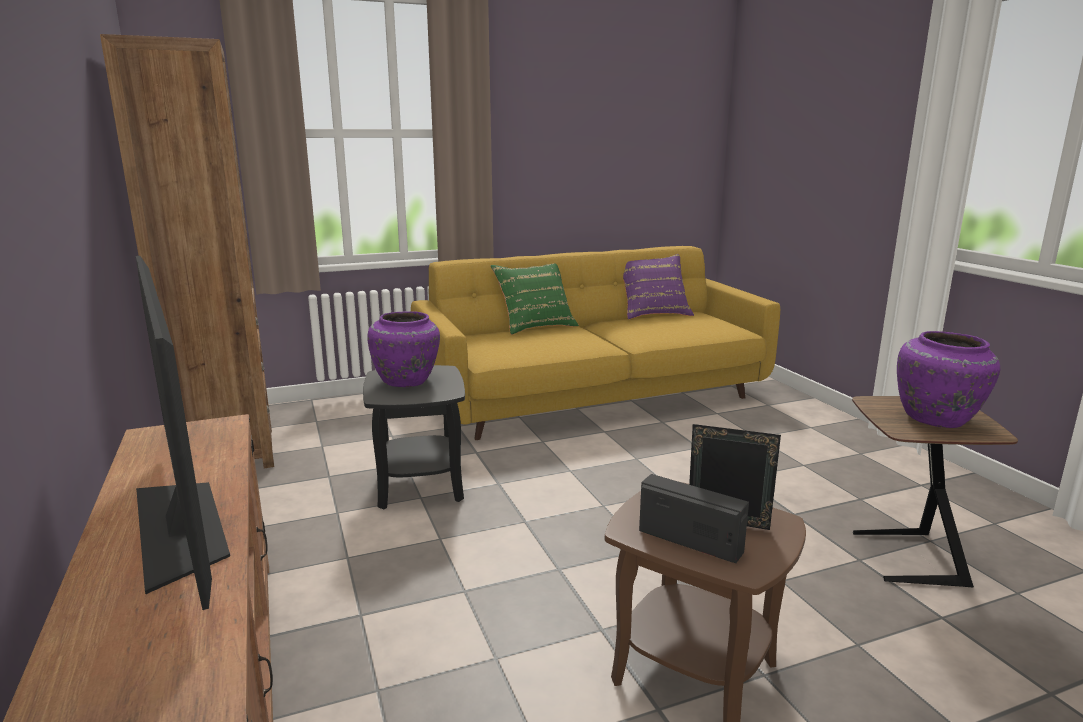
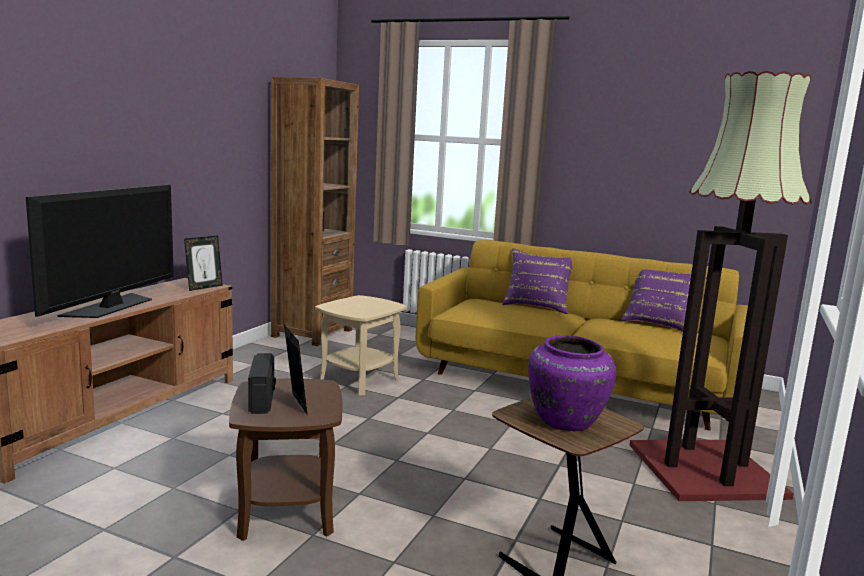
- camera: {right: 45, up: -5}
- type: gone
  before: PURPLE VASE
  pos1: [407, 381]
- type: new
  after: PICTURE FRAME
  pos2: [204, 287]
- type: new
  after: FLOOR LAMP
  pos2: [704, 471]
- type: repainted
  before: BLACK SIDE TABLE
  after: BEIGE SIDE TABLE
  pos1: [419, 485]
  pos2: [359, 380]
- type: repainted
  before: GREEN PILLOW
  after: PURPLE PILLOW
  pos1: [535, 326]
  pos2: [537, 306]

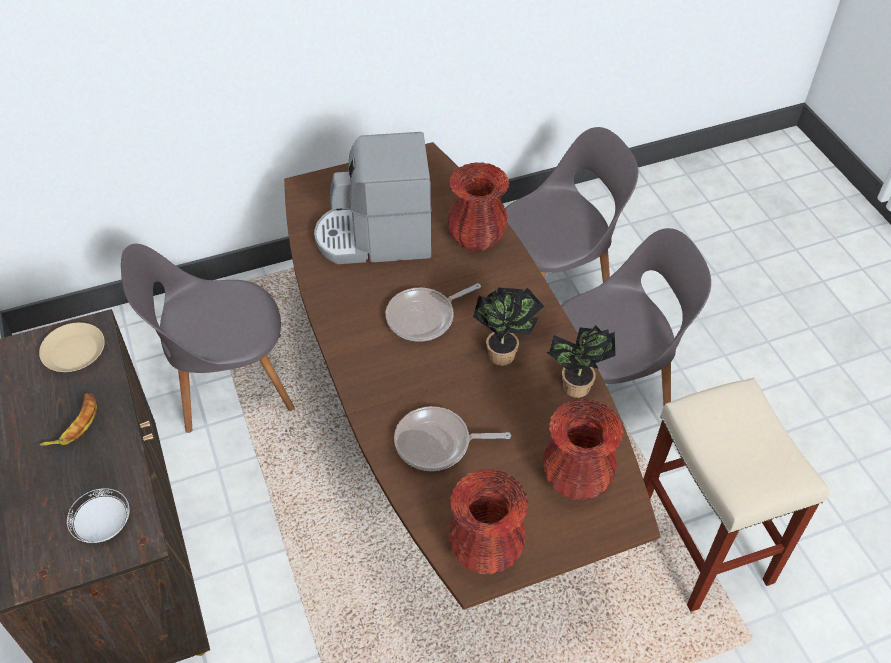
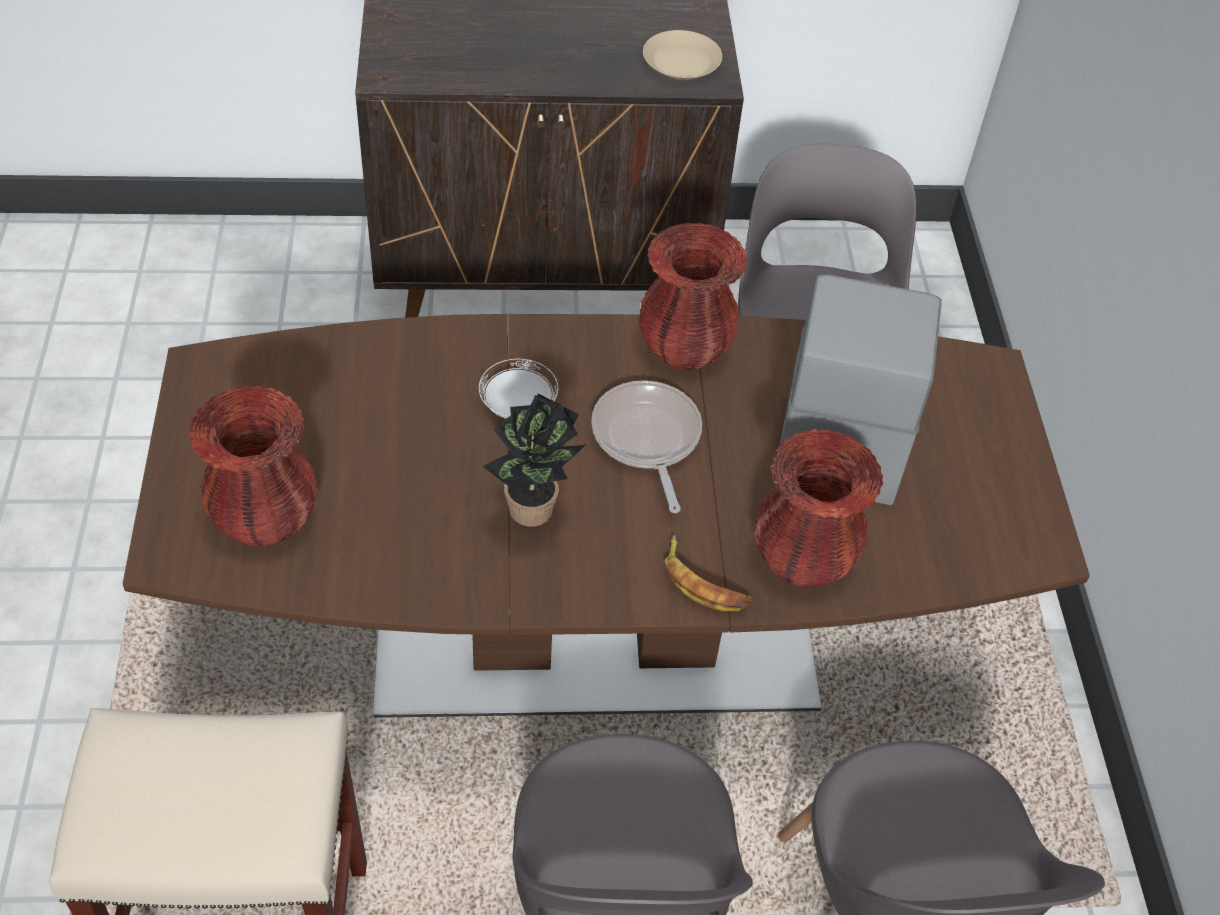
- camera: {right: 105, up: 0}
- type: gone
  before: FRYING PAN
  pos1: [437, 443]
- type: gone
  before: POTTED PLANT
  pos1: [574, 389]
- type: shifted
  before: BANANA
  pos1: [74, 423]
  pos2: [703, 583]
- type: shifted
  before: WHITE PLATE
  pos1: [103, 525]
  pos2: [518, 404]
- type: shifted
  before: RED VASE
  pos1: [485, 551]
  pos2: [684, 348]

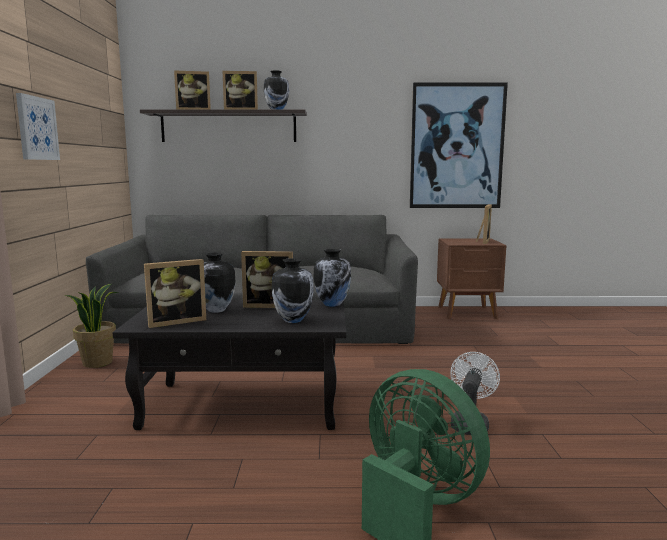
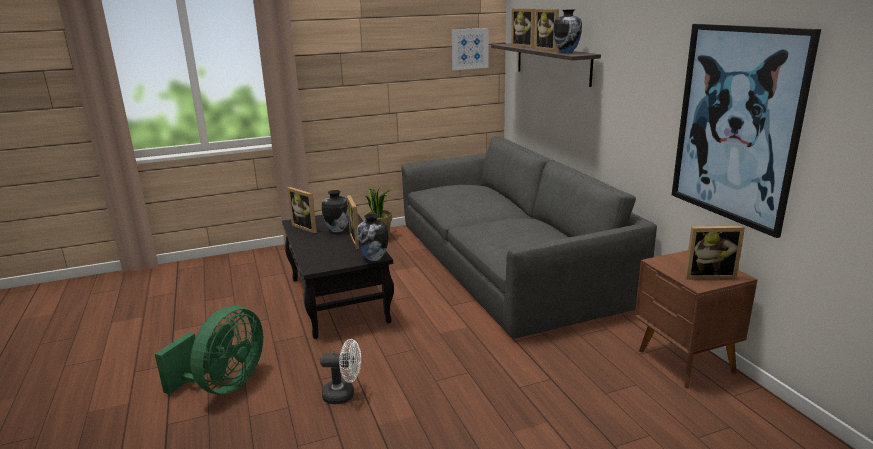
- camera: {right: 70, up: 10}
- type: gone
  before: VASE
  pos1: [293, 320]
- type: shifted
  before: PICTURE
  pos1: [37, 128]
  pos2: [469, 48]

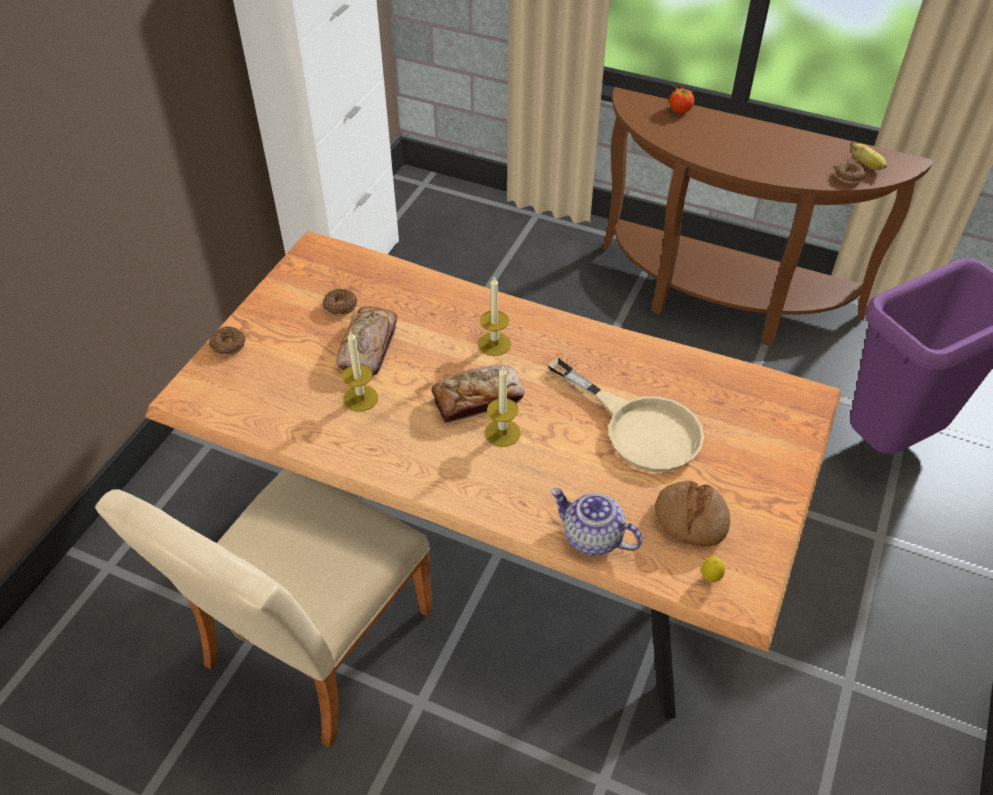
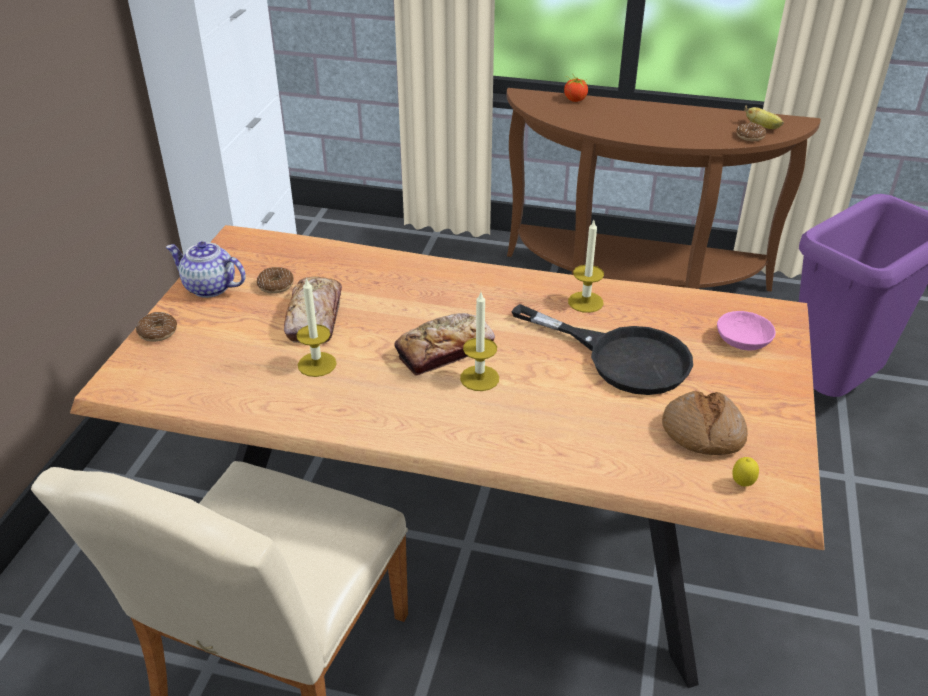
- camera: {right: -10, up: -10}
- type: new
  after: PINK BOWL
  pos2: [742, 342]
- type: shifted
  before: CANDLE
  pos1: [494, 344]
  pos2: [585, 302]
- type: shifted
  before: TEAPOT
  pos1: [591, 537]
  pos2: [209, 287]
- type: repainted
  before: BEIGE FRYING PAN
  after: BLACK FRYING PAN
  pos1: [639, 427]
  pos2: [622, 357]

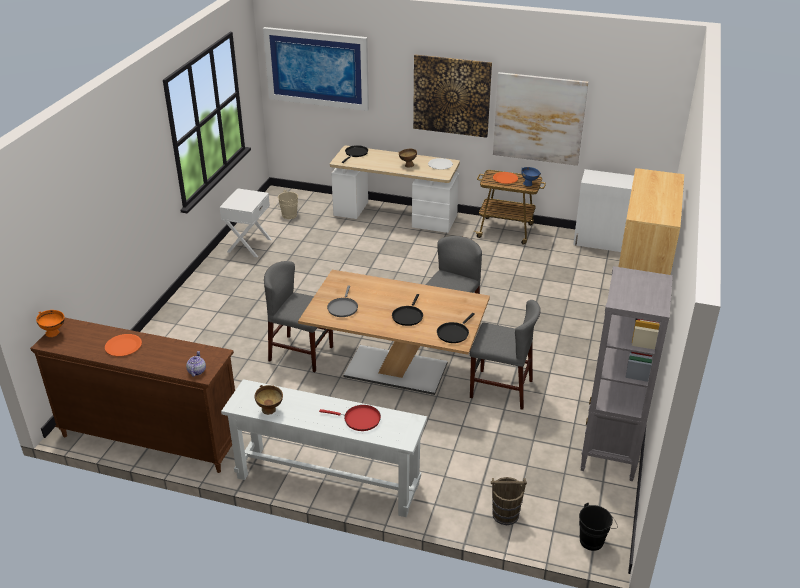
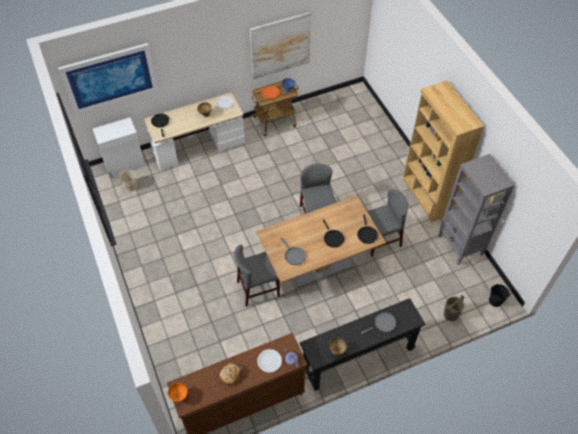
- camera: {right: -40, up: 20}
- type: gone
  before: WHITE NIGHTSTAND
  pos1: [248, 245]
- type: gone
  before: PICTURE
  pos1: [451, 95]
- type: new
  after: WHITE PLATE
  pos2: [269, 361]
- type: shifted
  before: WHITE CABINET
  pos1: [600, 242]
  pos2: [125, 165]
- type: swapped
  before: ORANGE PLATE
  after: BREAD
  pos1: [123, 346]
  pos2: [230, 375]
- type: repainted
  before: WHITE CONSOLE TABLE
  after: BLACK CONSOLE TABLE
  pos1: [328, 480]
  pos2: [358, 357]
- type: repainted
  before: RED FRYING PAN
  after: GREY FRYING PAN
  pos1: [359, 419]
  pos2: [383, 323]

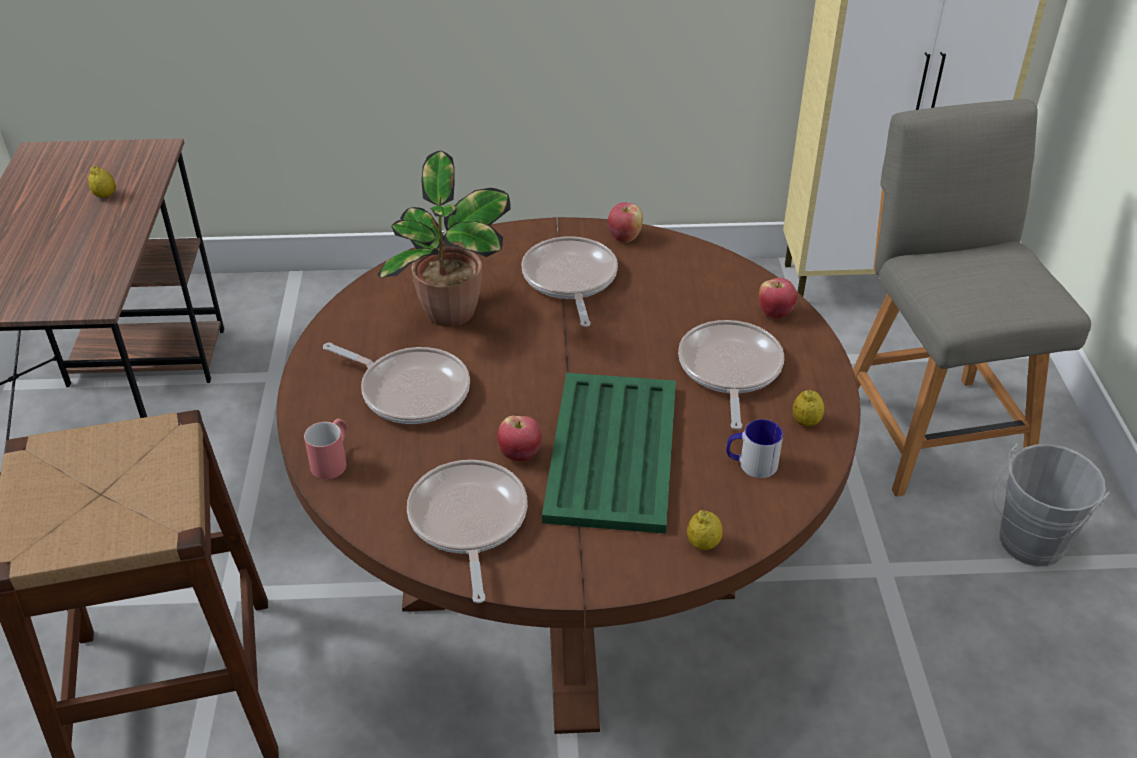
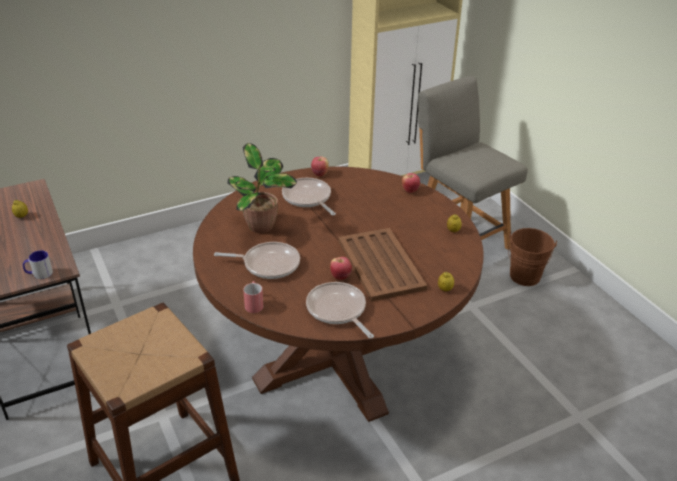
- camera: {right: -25, up: -5}
- type: gone
  before: FRYING PAN
  pos1: [729, 370]
- type: shifted
  before: MUG
  pos1: [751, 464]
  pos2: [39, 274]
- type: repainted
  before: GREEN TRAY
  after: BROWN TRAY
  pos1: [613, 450]
  pos2: [380, 263]
- type: repainted
  before: GREY BUCKET
  after: BROWN BUCKET
  pos1: [1028, 546]
  pos2: [524, 278]

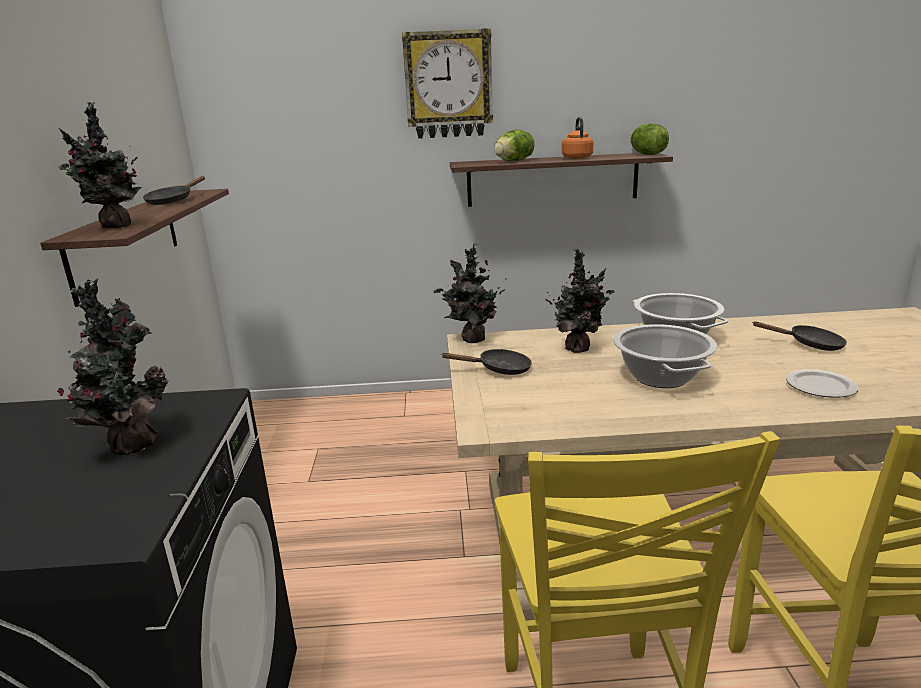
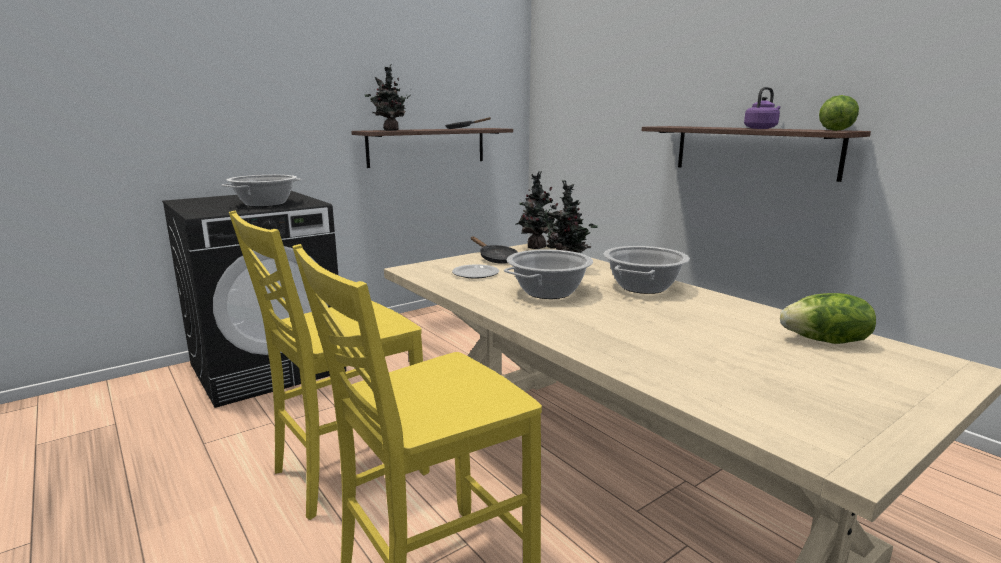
- camera: {right: 55, up: -5}
- type: gone
  before: WALL CLOCK
  pos1: [448, 85]
- type: gone
  before: BLACK FRYING PAN
  pos1: [809, 344]
- type: shifted
  before: LETTUCE
  pos1: [514, 161]
  pos2: [826, 341]
- type: shifted
  before: PLATE
  pos1: [821, 386]
  pos2: [476, 274]
- type: swapped
  before: POTTED PLANT
  after: COOKING POT
  pos1: [131, 444]
  pos2: [265, 204]
- type: repainted
  before: ORANGE KETTLE
  after: PURPLE KETTLE
  pos1: [576, 158]
  pos2: [761, 128]

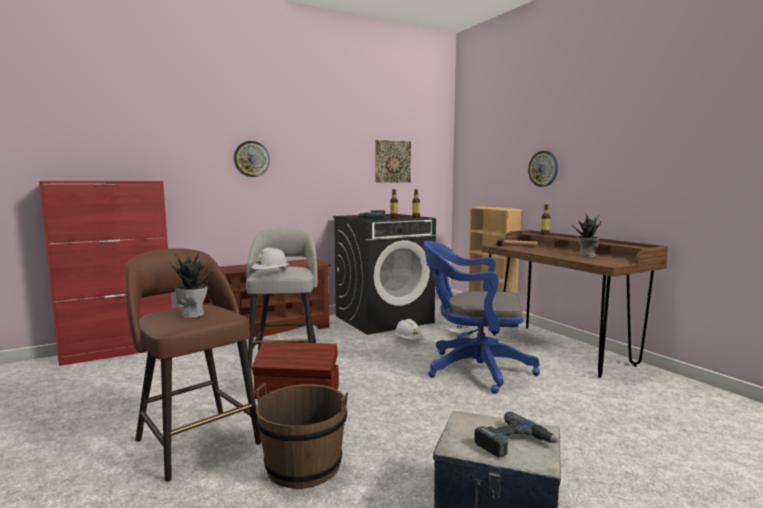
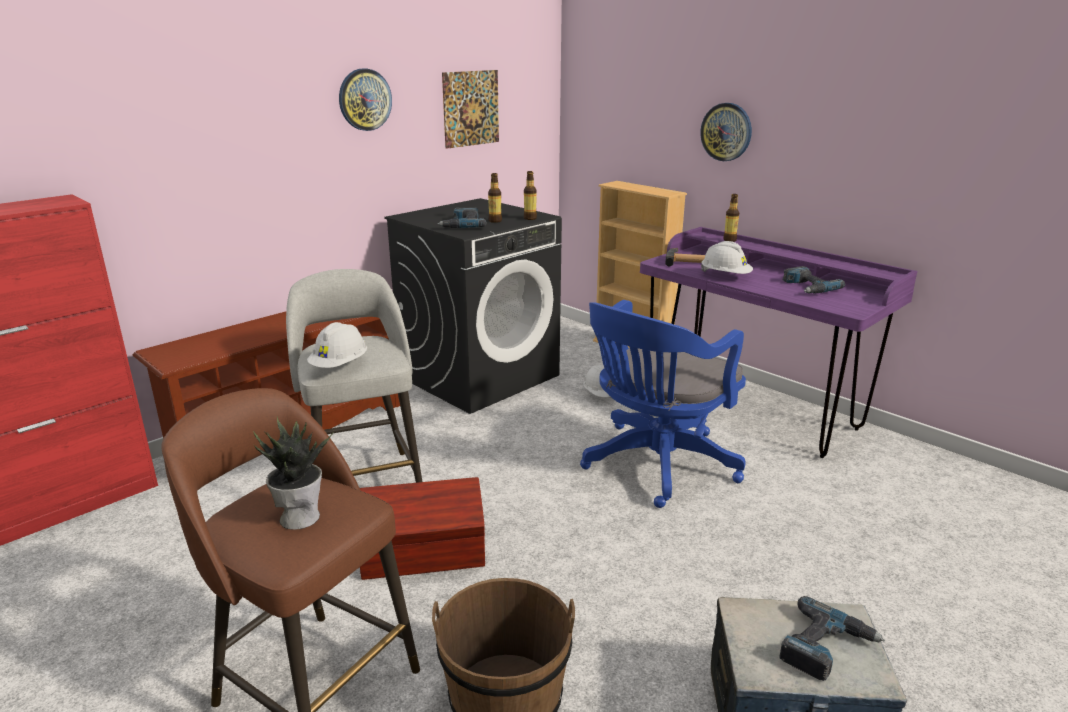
- camera: {right: -15, up: 15}
- type: shifted
  before: WALL CLOCK
  pos1: [251, 159]
  pos2: [364, 99]
- type: shifted
  before: WHITE HARD HAT
  pos1: [408, 340]
  pos2: [725, 276]
- type: swapped
  before: POTTED PLANT
  after: POWER DRILL
  pos1: [586, 256]
  pos2: [807, 287]
- type: repainted
  before: BROWN DESK
  after: PURPLE DESK
  pos1: [558, 349]
  pos2: [751, 409]
- type: rotated
  before: BLUE OFFICE CHAIR
  pos1: [473, 369]
  pos2: [655, 466]
  turn: -45

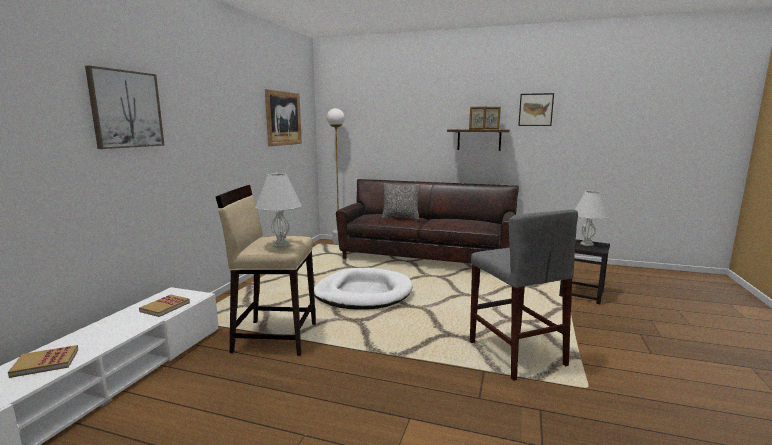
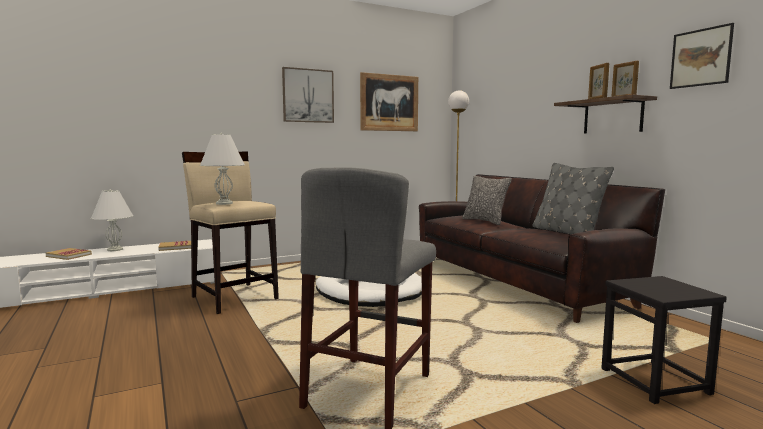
- camera: {right: 45, up: -5}
- type: new
  after: GREY PILLOW
  pos2: [567, 232]
- type: shifted
  before: PICTURE
  pos1: [126, 109]
  pos2: [308, 96]
- type: shifted
  before: WHITE TABLE LAMP
  pos1: [587, 244]
  pos2: [115, 249]

